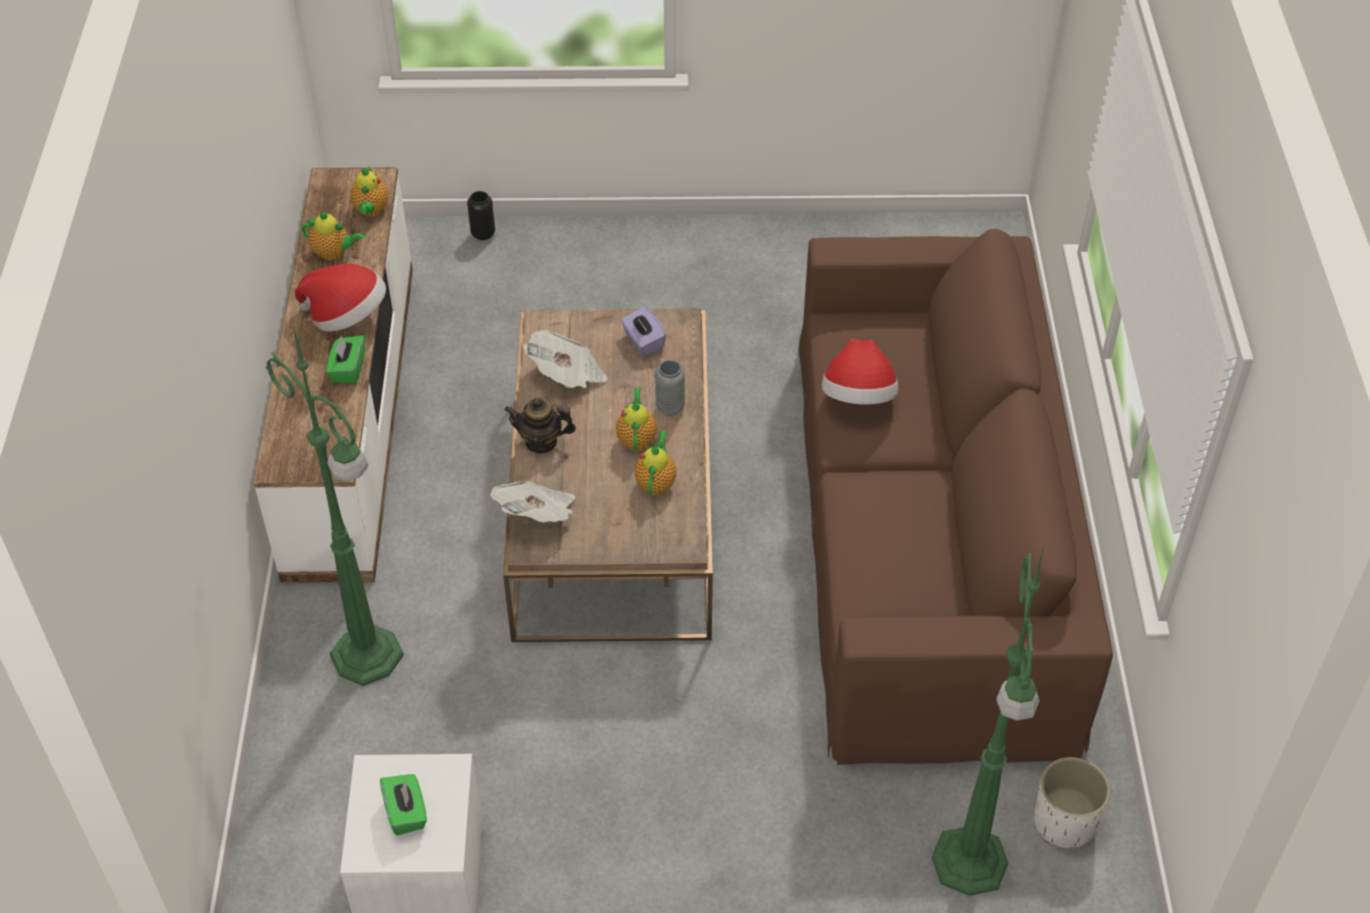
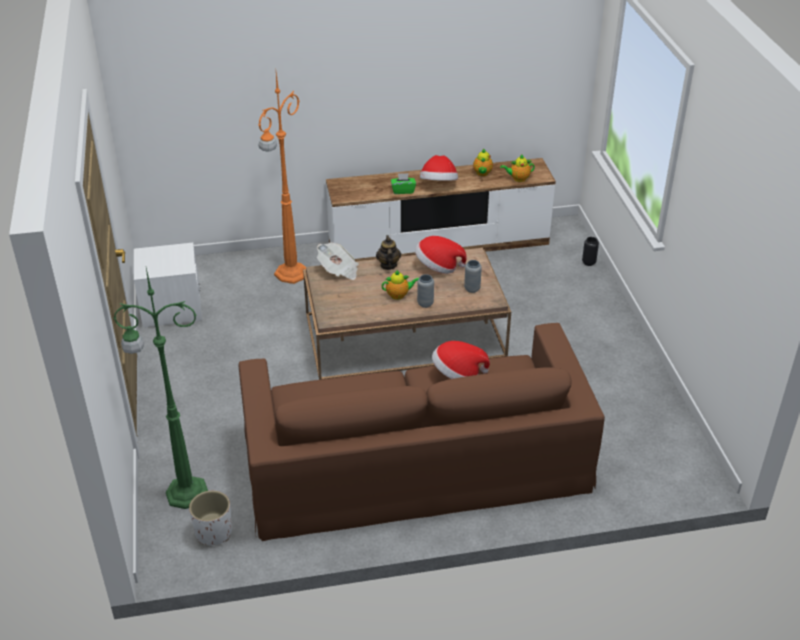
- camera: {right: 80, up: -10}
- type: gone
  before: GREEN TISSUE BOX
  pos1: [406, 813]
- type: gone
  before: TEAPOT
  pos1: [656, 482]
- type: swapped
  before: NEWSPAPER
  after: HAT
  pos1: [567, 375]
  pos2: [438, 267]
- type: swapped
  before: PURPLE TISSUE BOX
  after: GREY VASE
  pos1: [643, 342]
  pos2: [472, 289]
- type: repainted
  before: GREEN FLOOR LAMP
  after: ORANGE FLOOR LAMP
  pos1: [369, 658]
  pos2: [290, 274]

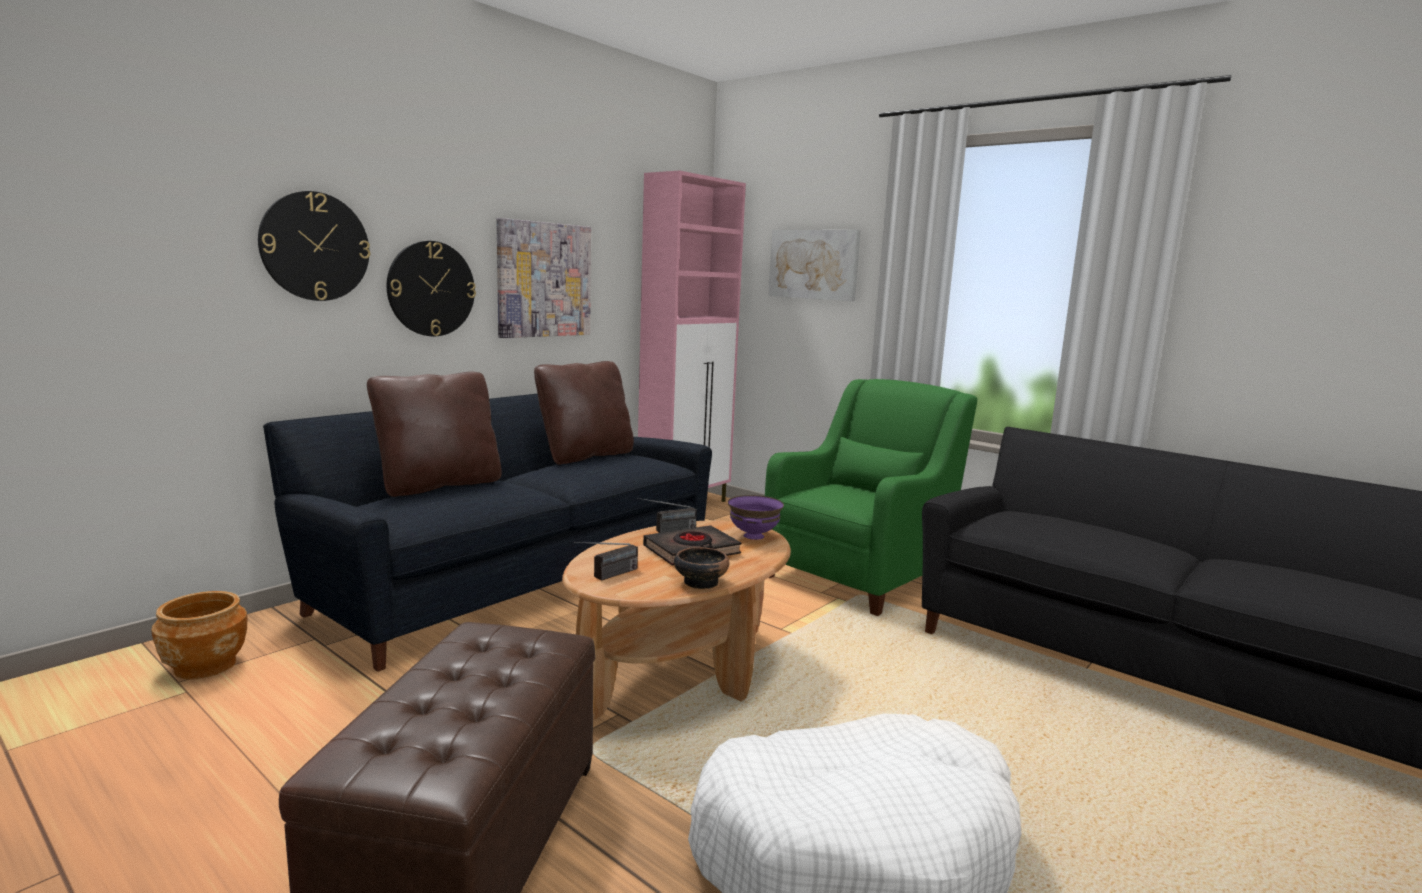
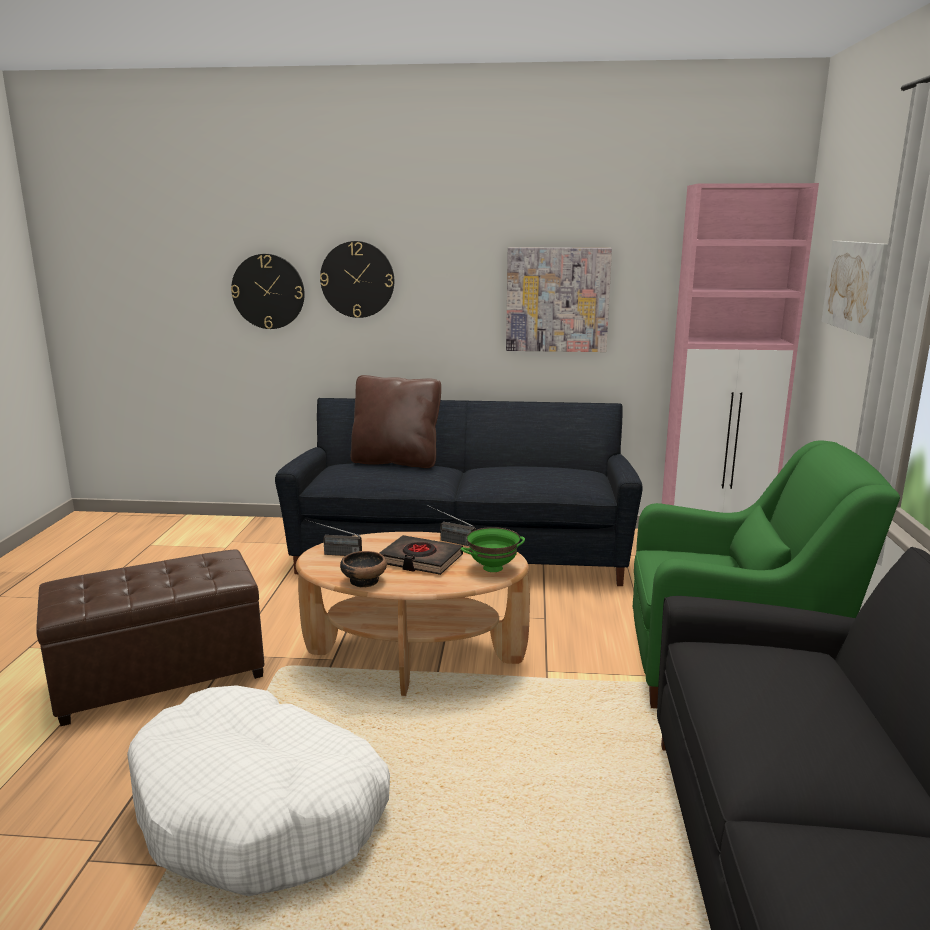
- camera: {right: 55, up: 5}
- type: gone
  before: BROWN PLANTER
  pos1: [205, 666]
- type: gone
  before: BROWN PILLOW
  pos1: [585, 456]
- type: shifted
  before: WALL CLOCK
  pos1: [431, 289]
  pos2: [268, 291]
- type: repainted
  before: PURPLE BOWL
  after: GREEN BOWL
  pos1: [754, 536]
  pos2: [493, 568]

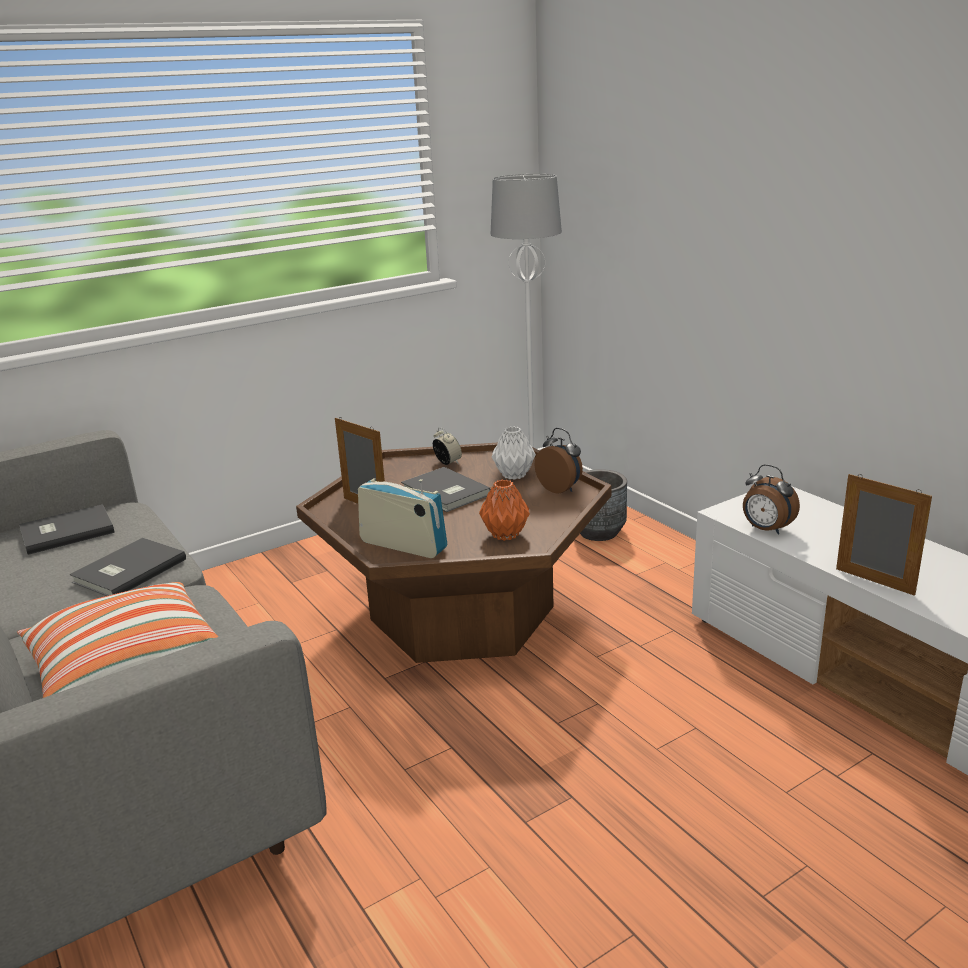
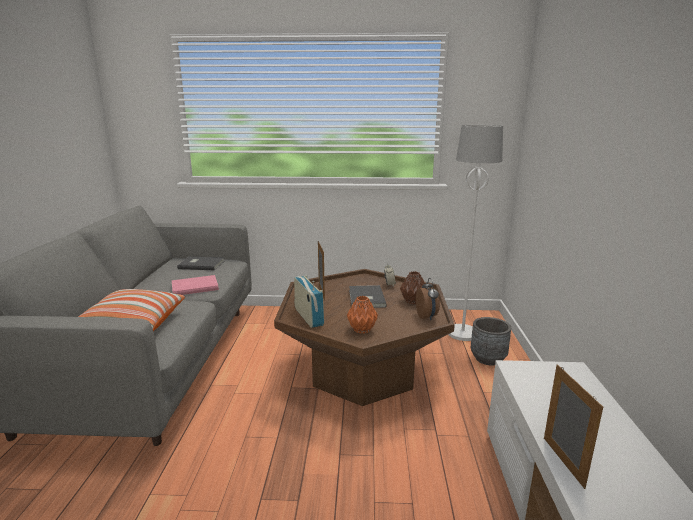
- camera: {right: 35, up: -5}
- type: gone
  before: ALARM CLOCK
  pos1: [766, 529]
- type: repainted
  before: GREY BOOK
  after: PINK BOOK
  pos1: [127, 571]
  pos2: [194, 287]
- type: repainted
  before: WHITE VASE
  after: BROWN VASE
  pos1: [513, 475]
  pos2: [412, 301]

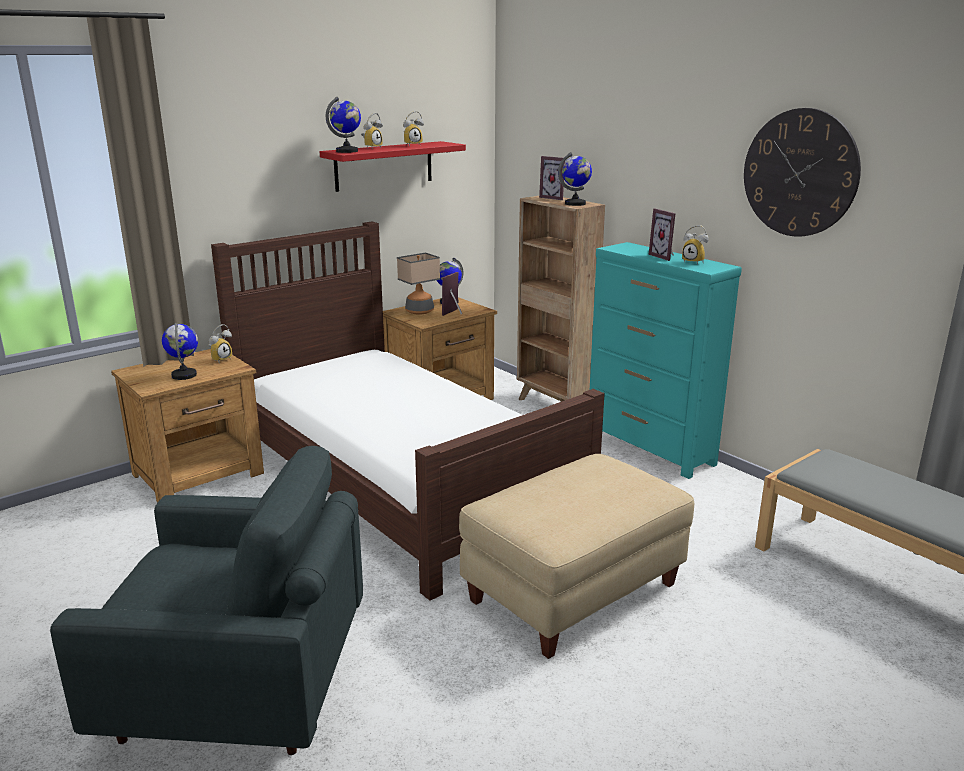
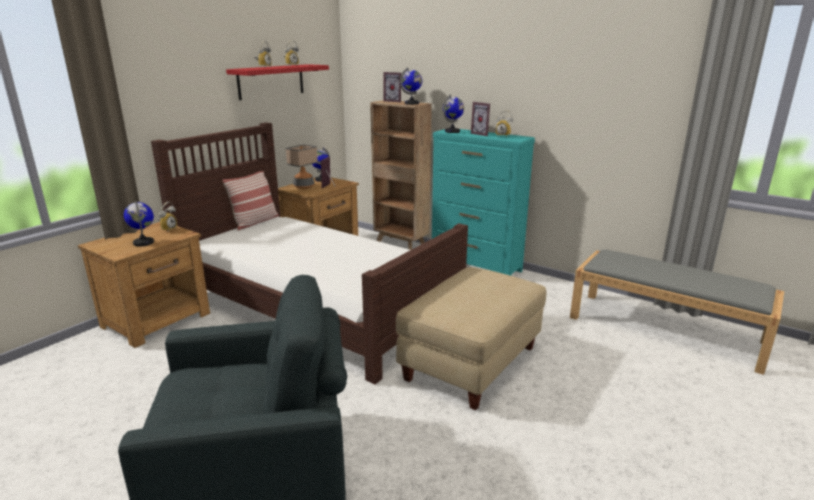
- camera: {right: -15, up: 0}
- type: gone
  before: WALL CLOCK
  pos1: [800, 173]
- type: new
  after: PILLOW
  pos2: [254, 222]
- type: shifted
  before: GLOBE
  pos1: [347, 151]
  pos2: [452, 131]

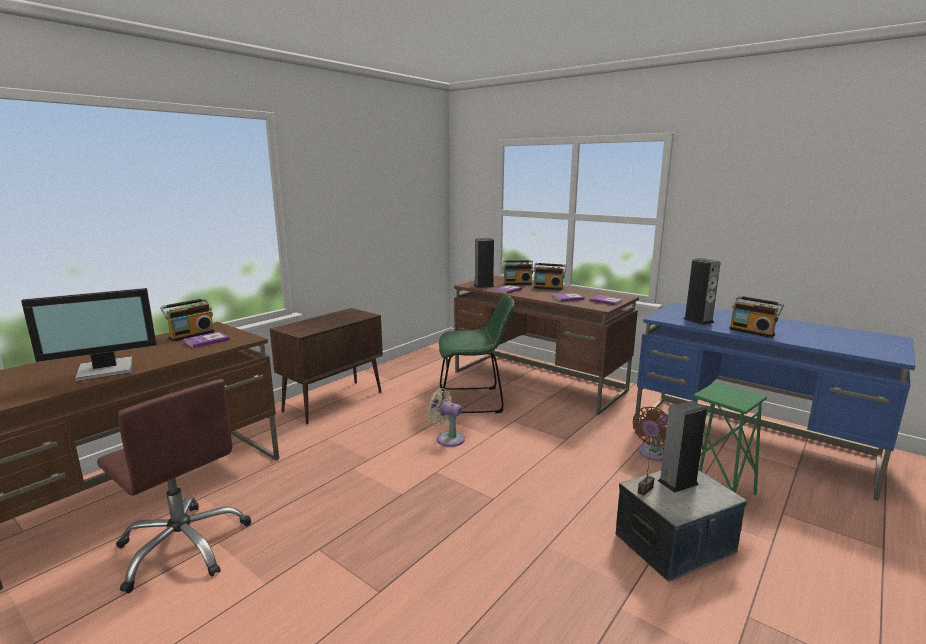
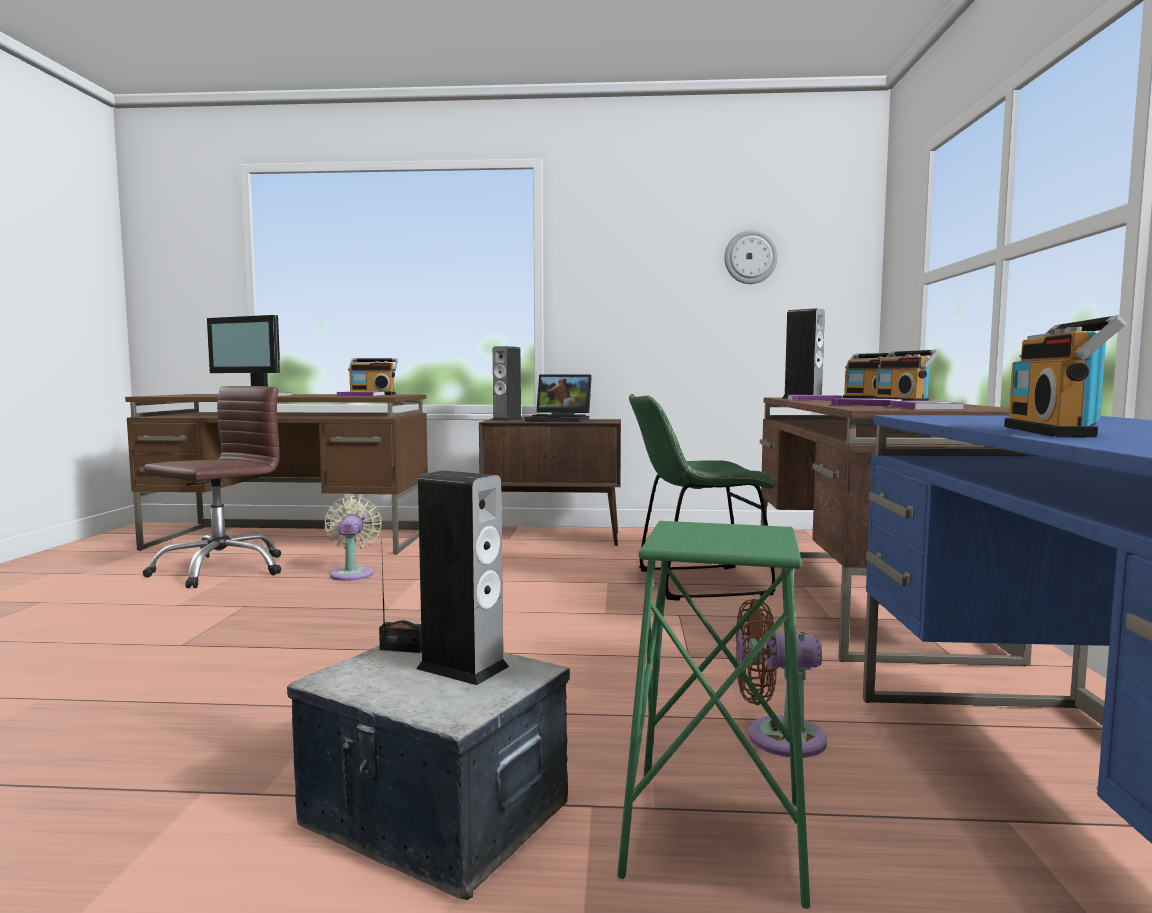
- camera: {right: 55, up: -10}
- type: new
  after: LAPTOP
  pos2: [561, 419]
- type: new
  after: WALL CLOCK
  pos2: [750, 257]
- type: shifted
  before: BEIGE FAN
  pos1: [447, 438]
  pos2: [352, 573]
- type: shifted
  before: SPEAKER
  pos1: [698, 320]
  pos2: [507, 420]
- type: rotated
  before: BROWN OFFICE CHAIR
  pos1: [184, 546]
  pos2: [220, 569]
  turn: -150
- type: rotated
  before: GREEN CHAIR
  pos1: [474, 401]
  pos2: [695, 583]
  turn: 120

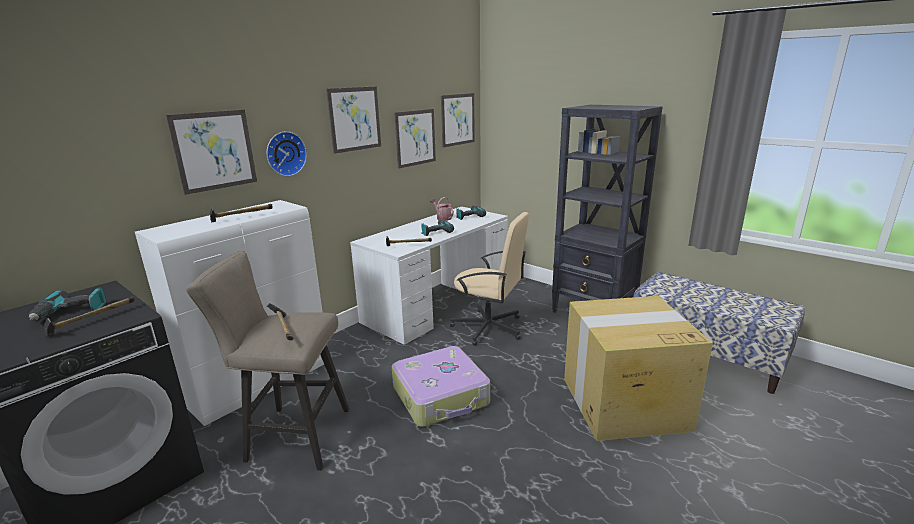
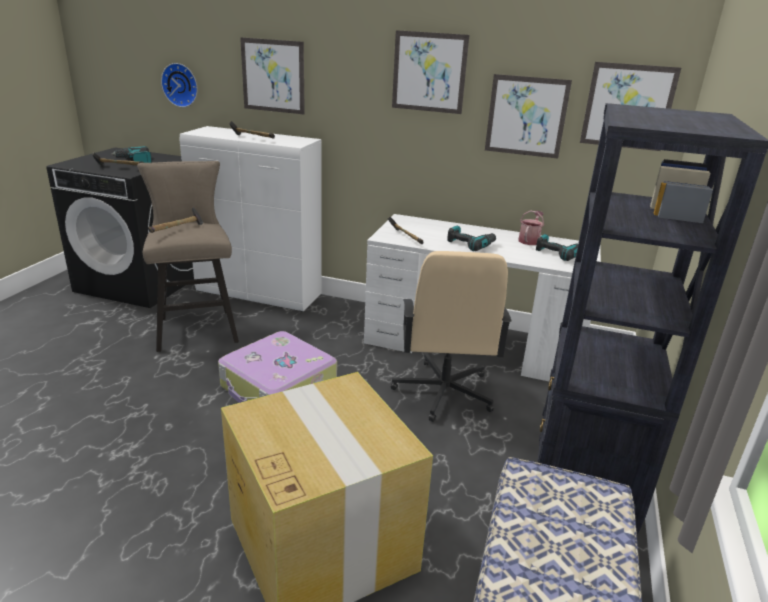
- camera: {right: 65, up: 5}
- type: shifted
  before: WALL CLOCK
  pos1: [285, 153]
  pos2: [181, 85]

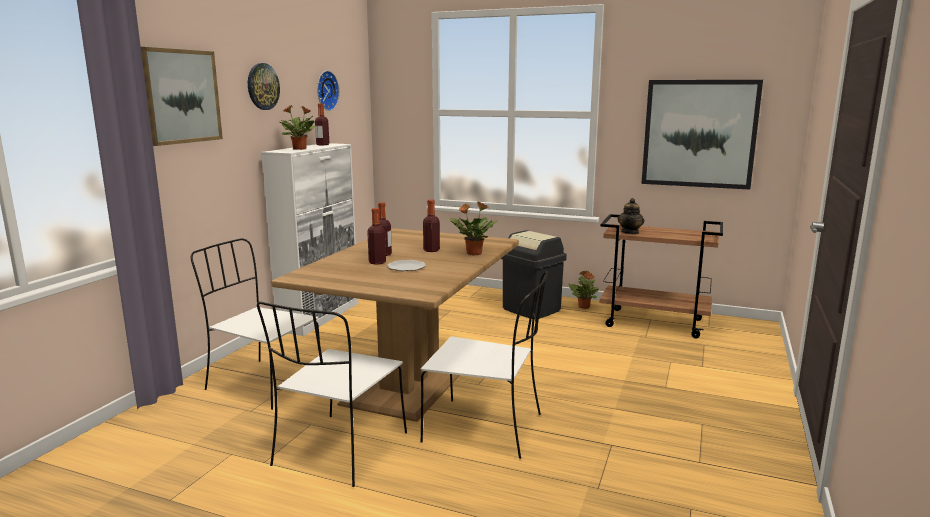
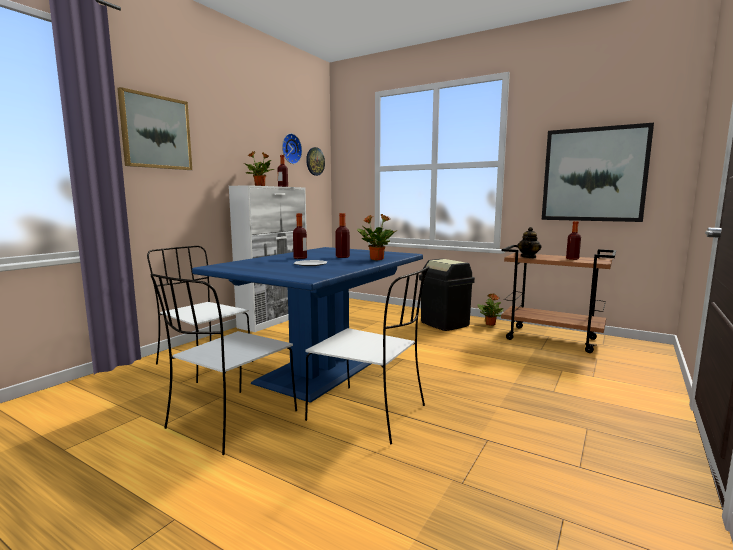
- camera: {right: 10, up: -5}
- type: shifted
  before: WALL CLOCK
  pos1: [262, 86]
  pos2: [315, 161]
- type: shifted
  before: BOTTLE
  pos1: [377, 262]
  pos2: [572, 259]
- type: repainted
  before: BROWN DINING TABLE
  after: BLUE DINING TABLE
  pos1: [412, 381]
  pos2: [322, 370]

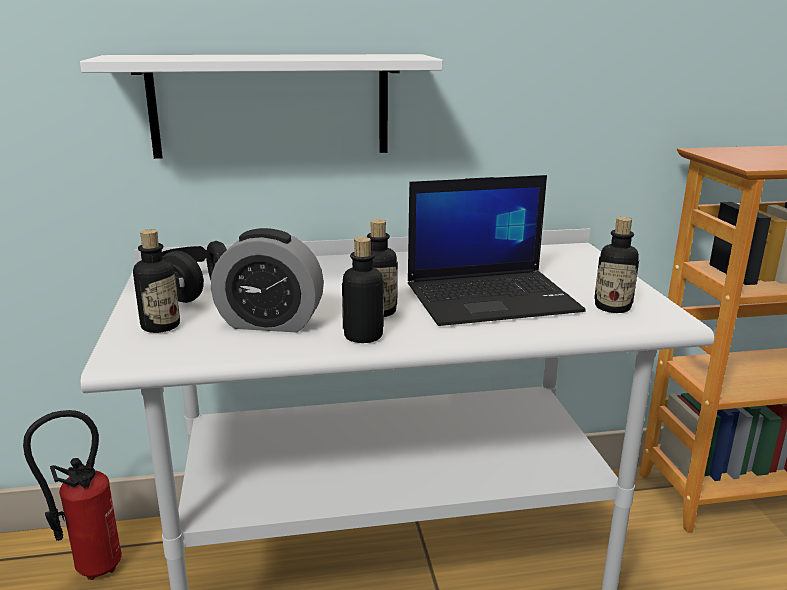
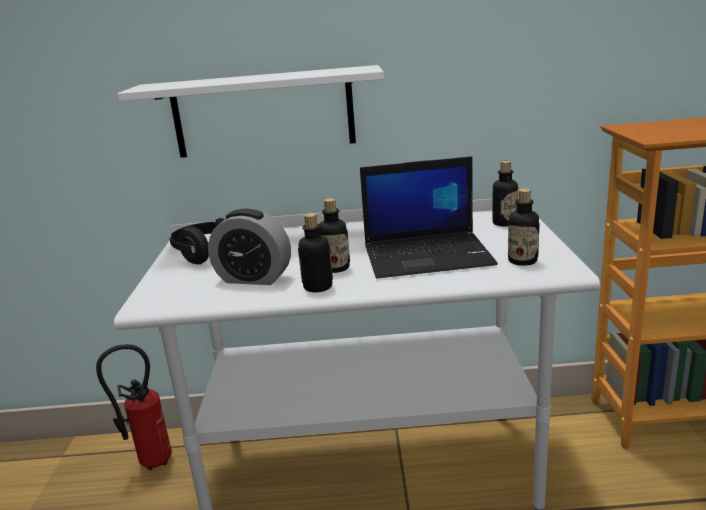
- camera: {right: 10, up: 0}
- type: shifted
  before: BOTTLE
  pos1: [160, 326]
  pos2: [504, 223]

